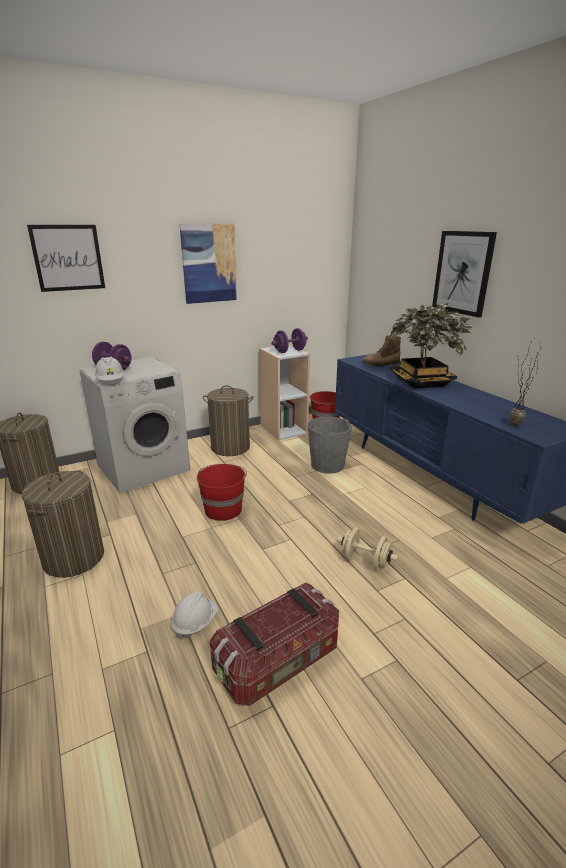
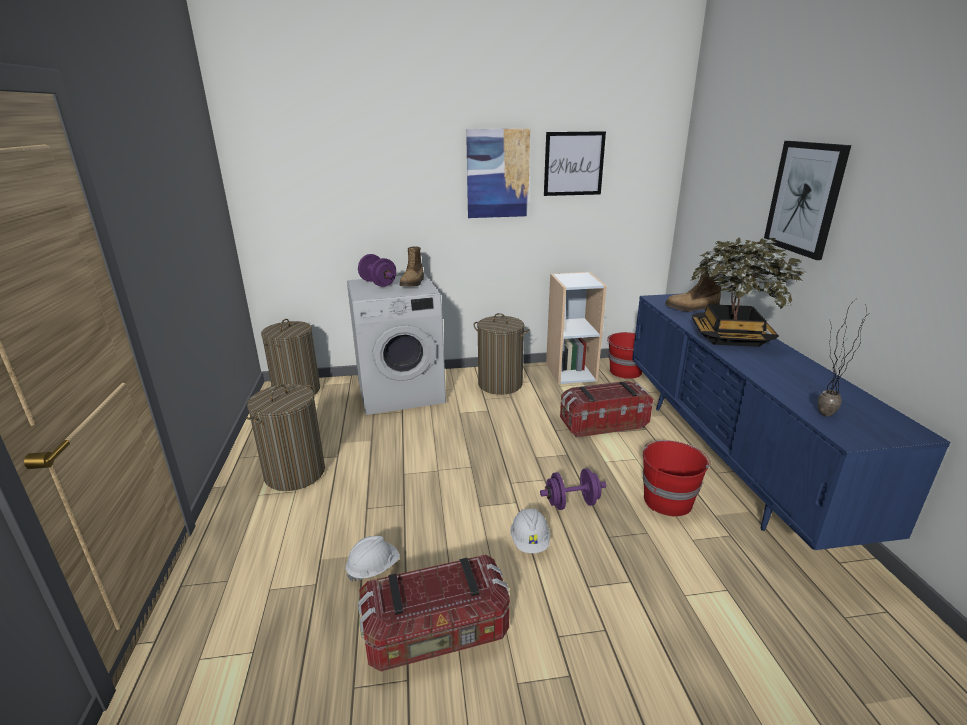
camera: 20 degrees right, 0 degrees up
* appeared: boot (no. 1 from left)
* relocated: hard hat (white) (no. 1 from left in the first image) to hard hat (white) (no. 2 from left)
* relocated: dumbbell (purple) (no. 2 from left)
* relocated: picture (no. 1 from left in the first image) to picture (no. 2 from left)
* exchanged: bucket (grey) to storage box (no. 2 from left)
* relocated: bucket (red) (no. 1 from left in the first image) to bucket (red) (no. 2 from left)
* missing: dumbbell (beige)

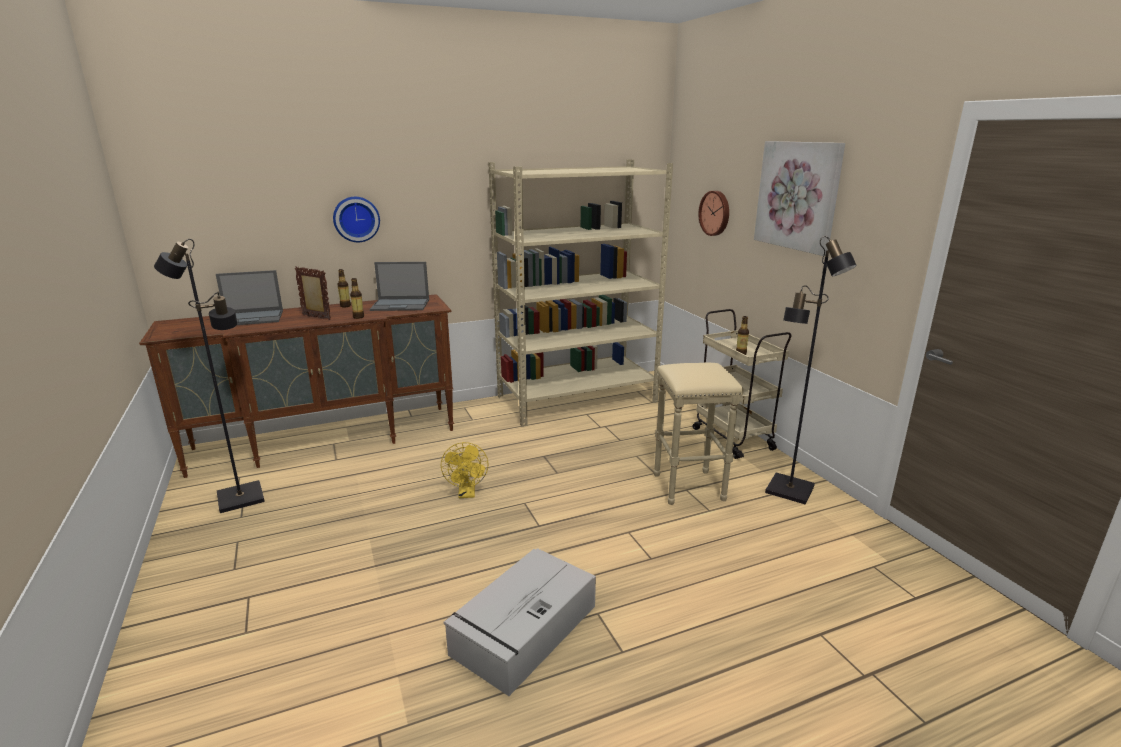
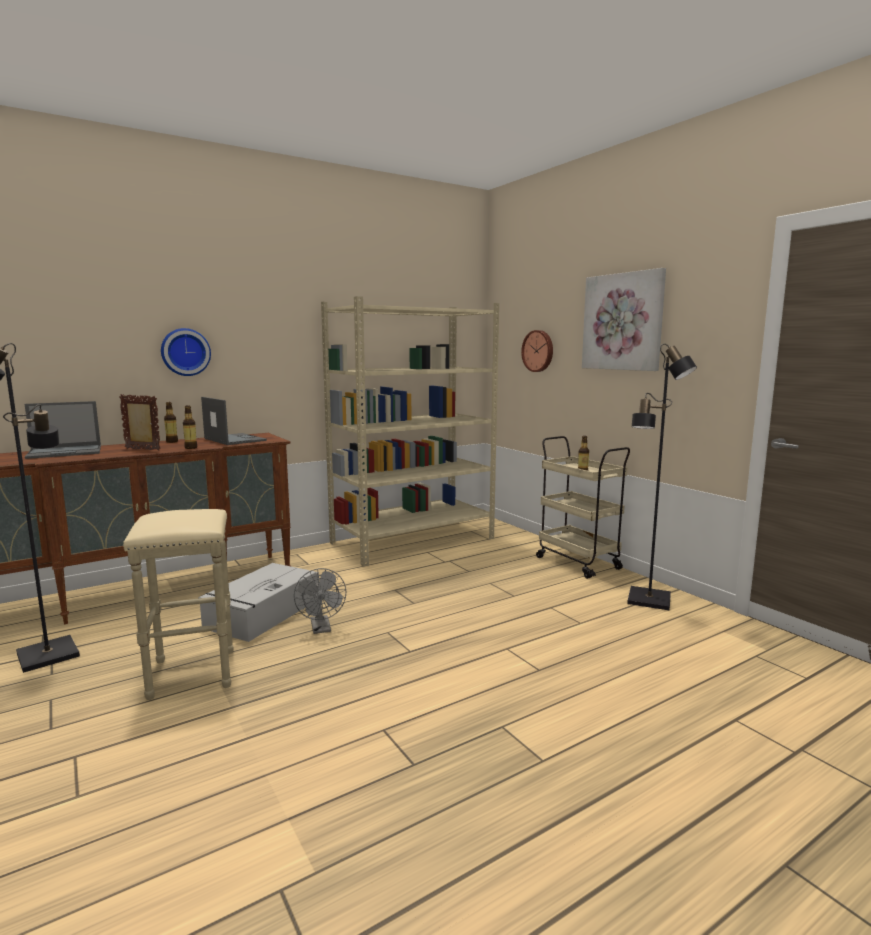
camera: 10 degrees left, 10 degrees down
* relocated: stool (beige)
* relocated: storage box (grey)
* spun: laptop (no. 2 from left) 120 degrees counterclockwise
* colour: fan (yellow) to fan (grey)

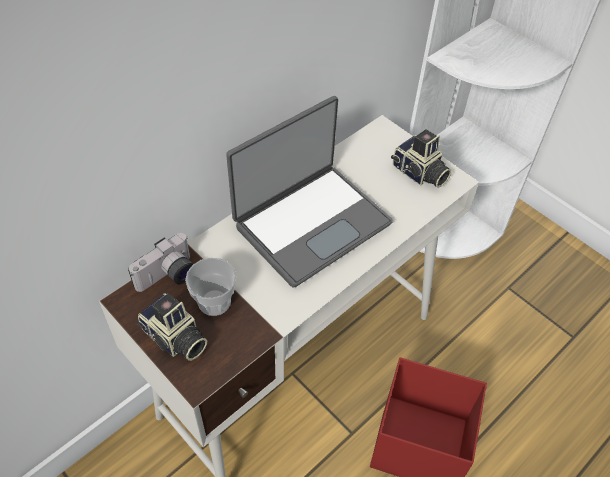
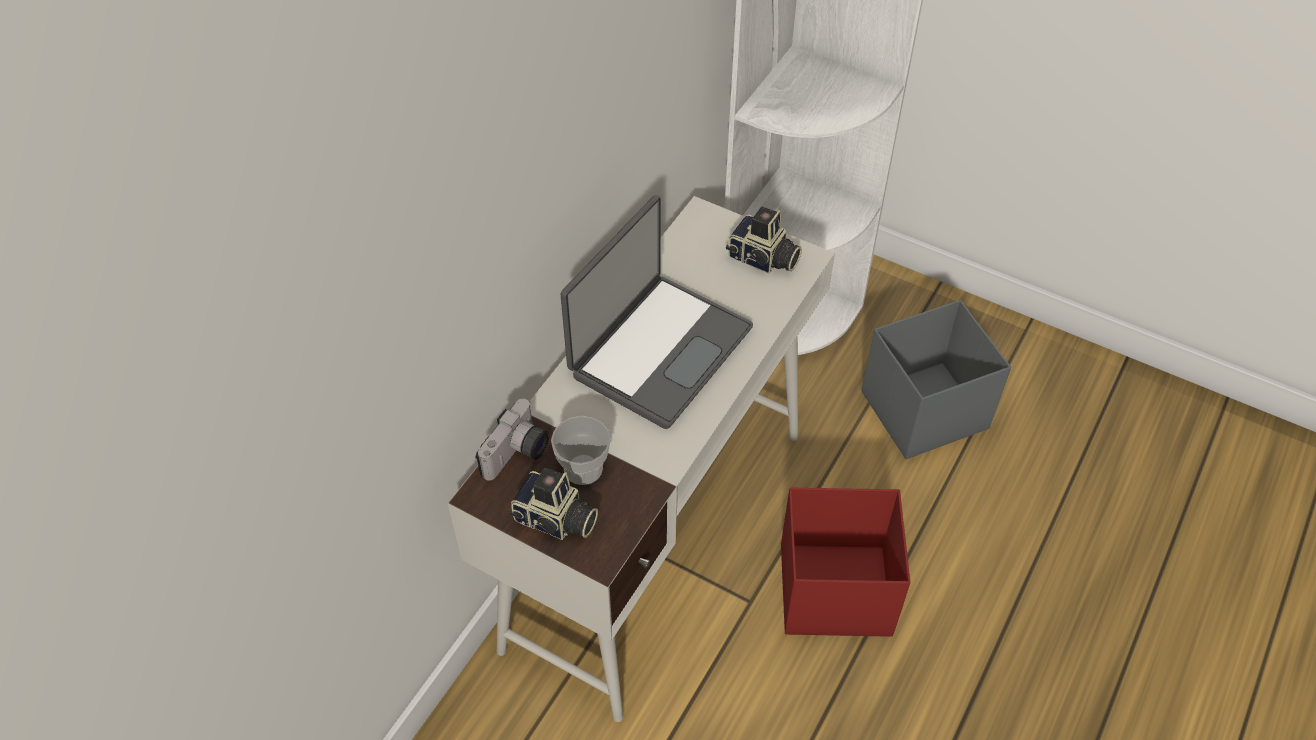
camera: 15 degrees left, 0 degrees up
* appeared: storage box (grey)

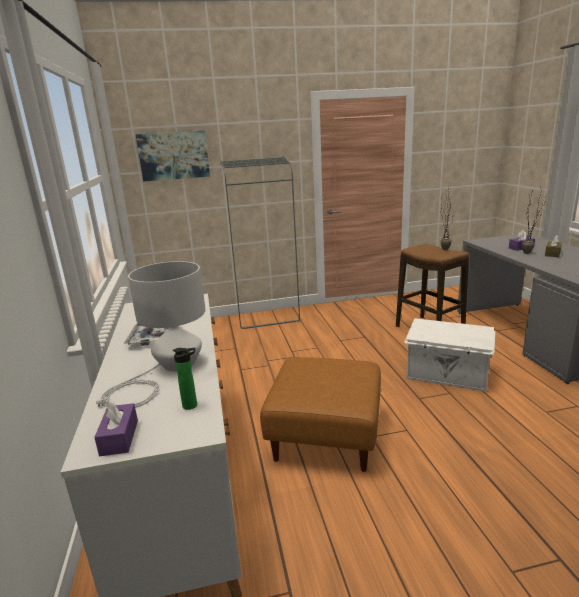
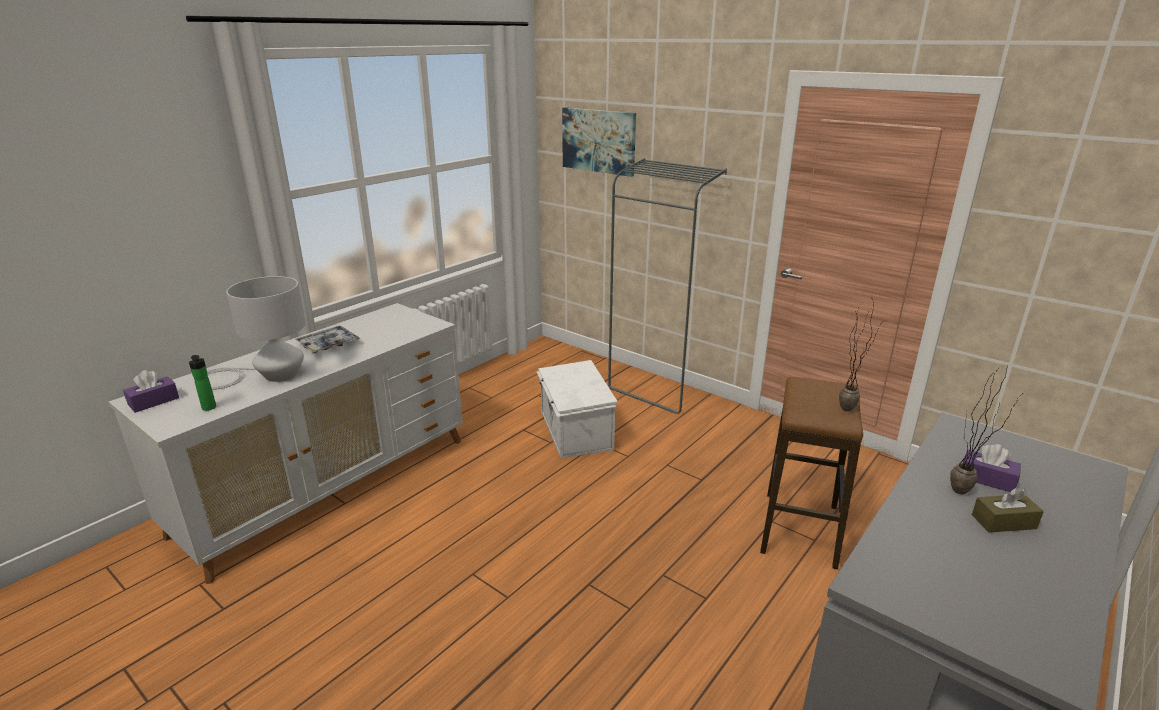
camera: 50 degrees right, 5 degrees up
* relocated: storage box (white)
* missing: ottoman (brown)

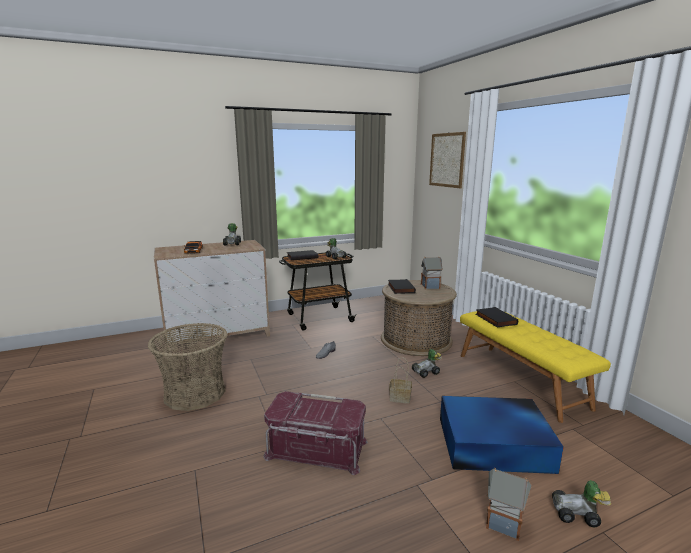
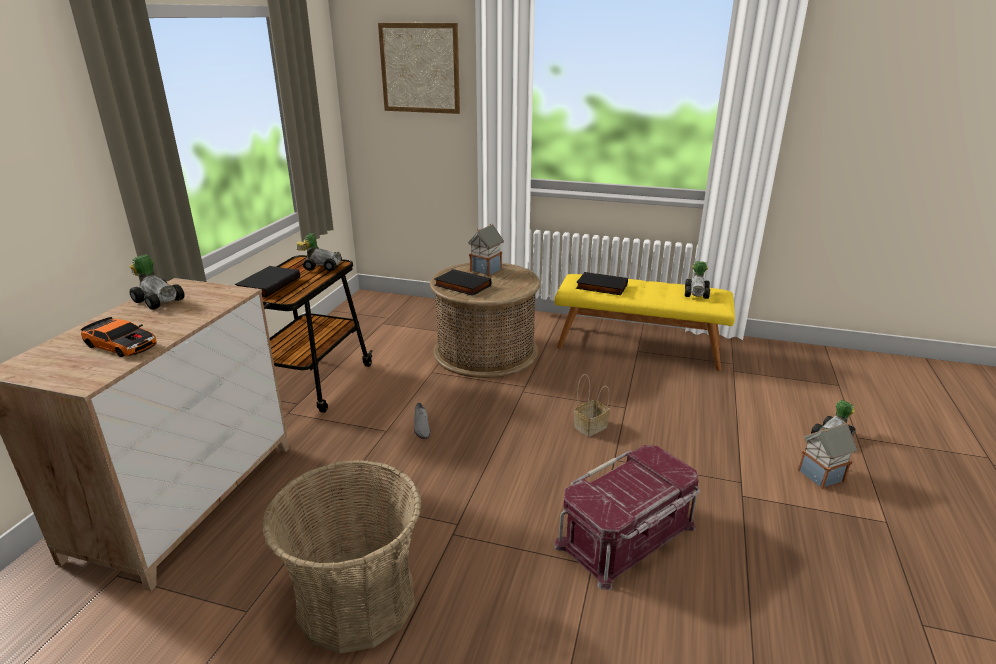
camera: 50 degrees left, 10 degrees up
* relocated: toy car (no. 4 from left)
* missing: storage box (blue)

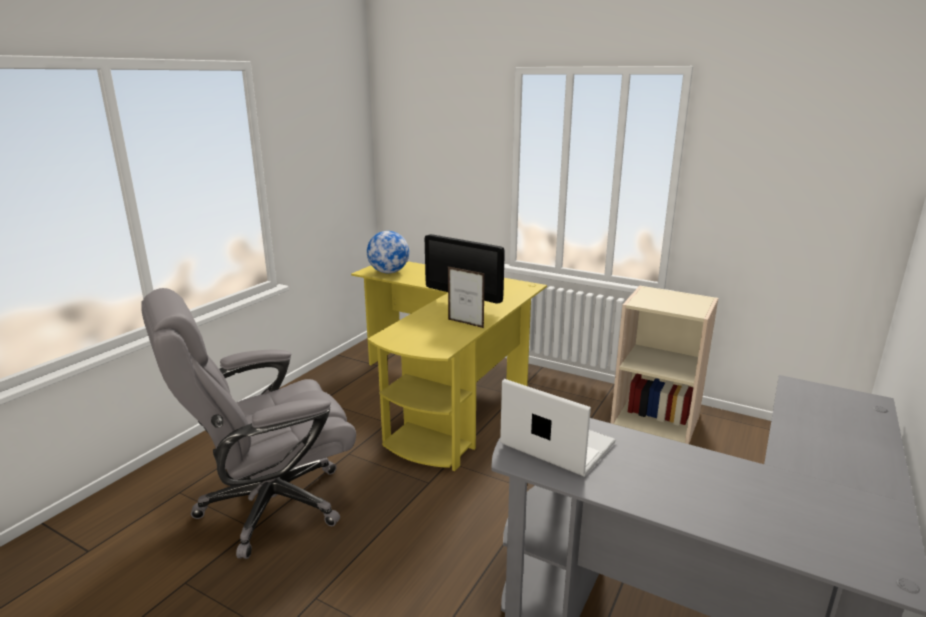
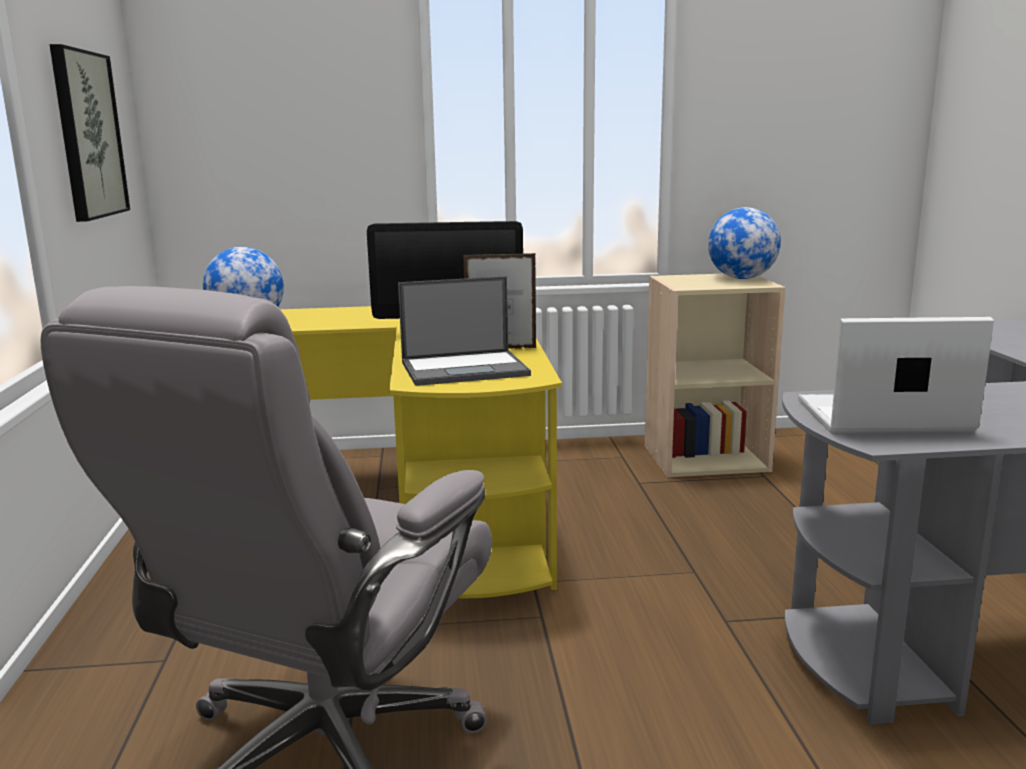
camera: 35 degrees left, 5 degrees down
* appeared: picture
* appeared: laptop (no. 1 from left)
* appeared: globe (no. 2 from left)

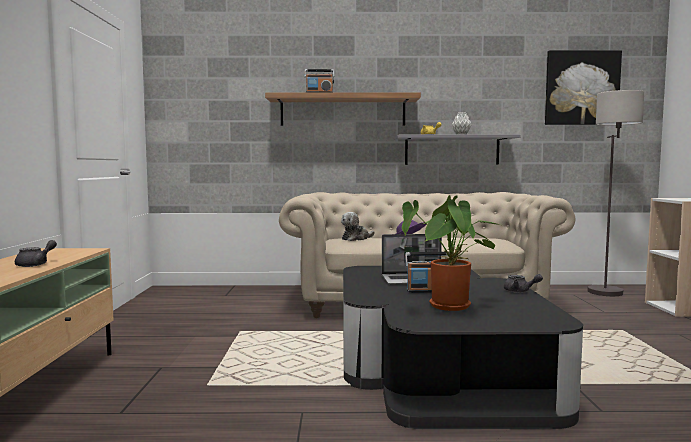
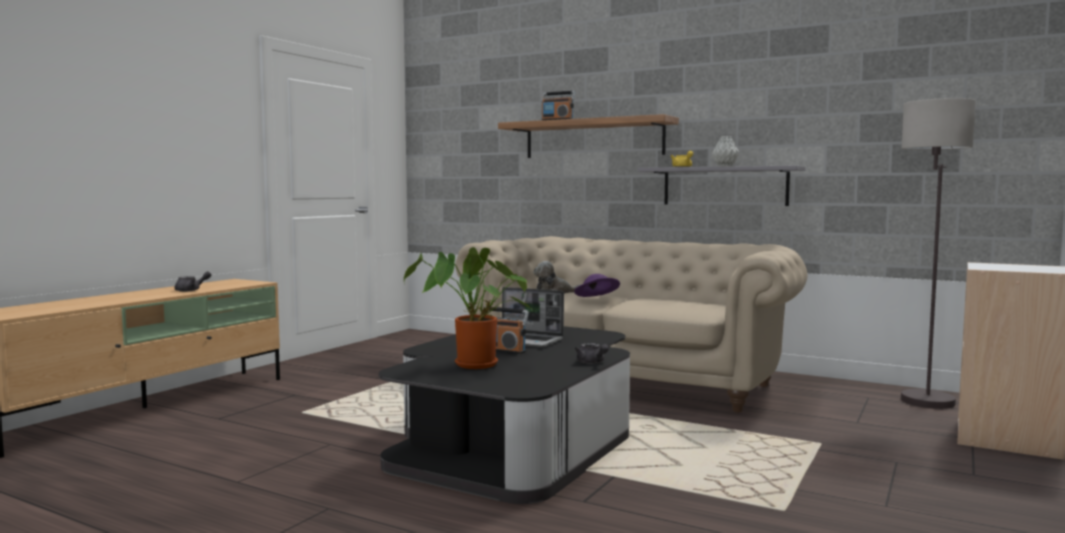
camera: 30 degrees right, 0 degrees up
* missing: picture

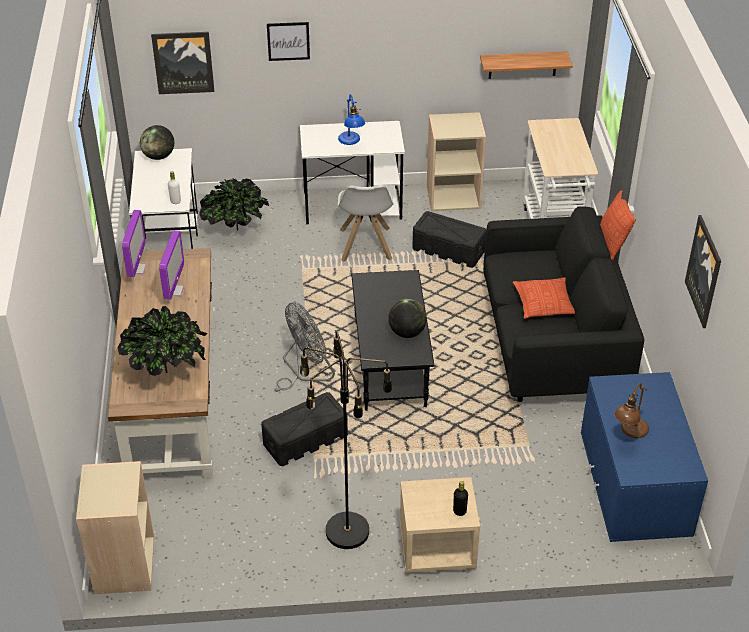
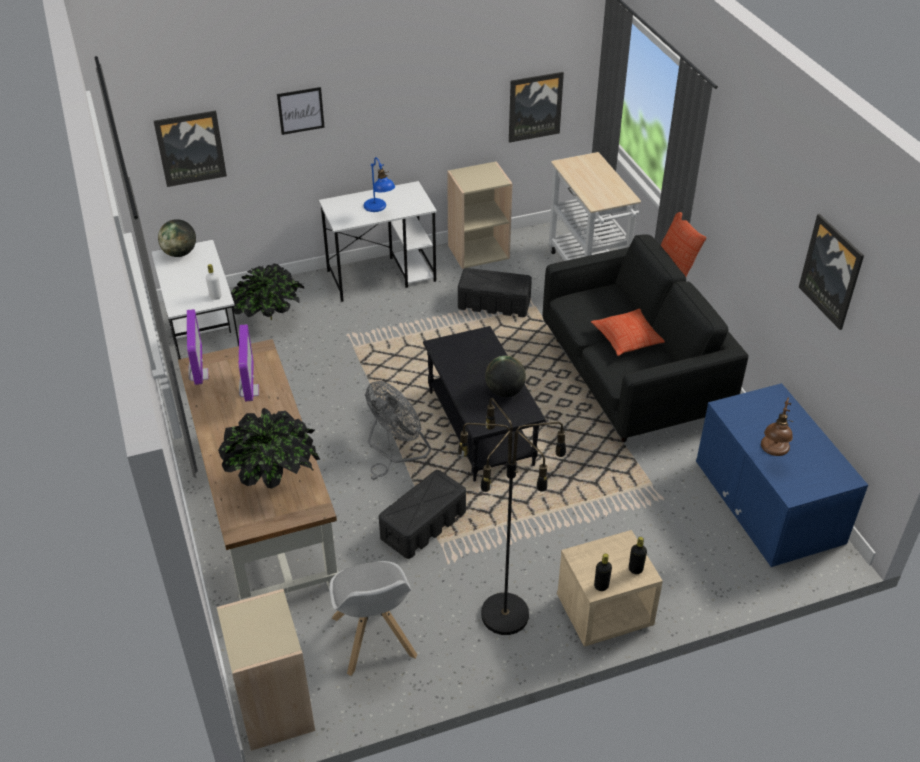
camera: 15 degrees left, 0 degrees up
* relocated: chair
* exchanged: shelf to picture (no. 3 from left)
* appeared: bottle (black) (no. 1 from left)

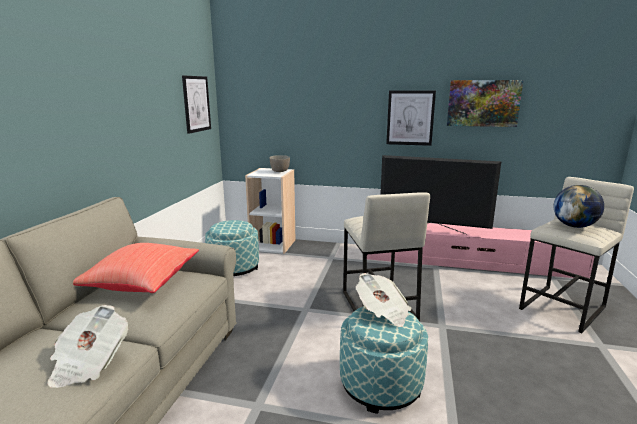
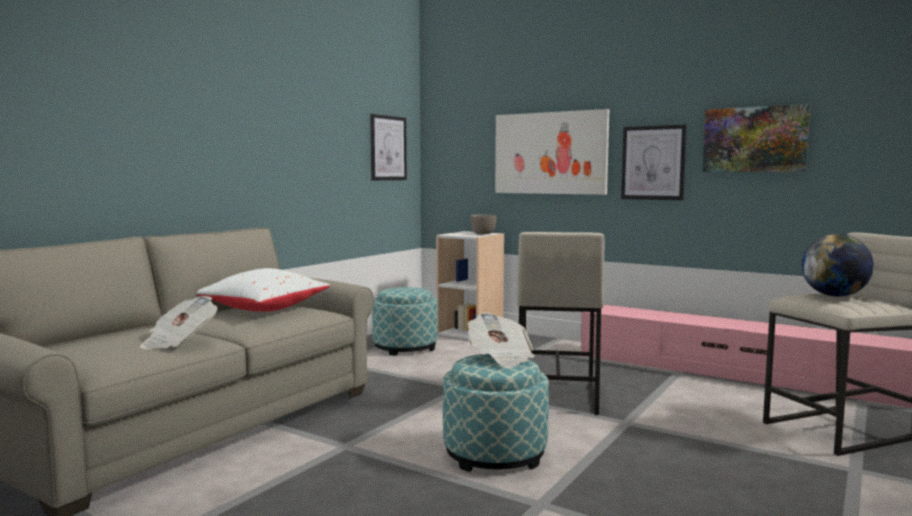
camera: 20 degrees right, 10 degrees down
* colour: pillow (red) to pillow (white)
* appeared: picture (no. 2 from left)
* missing: television

